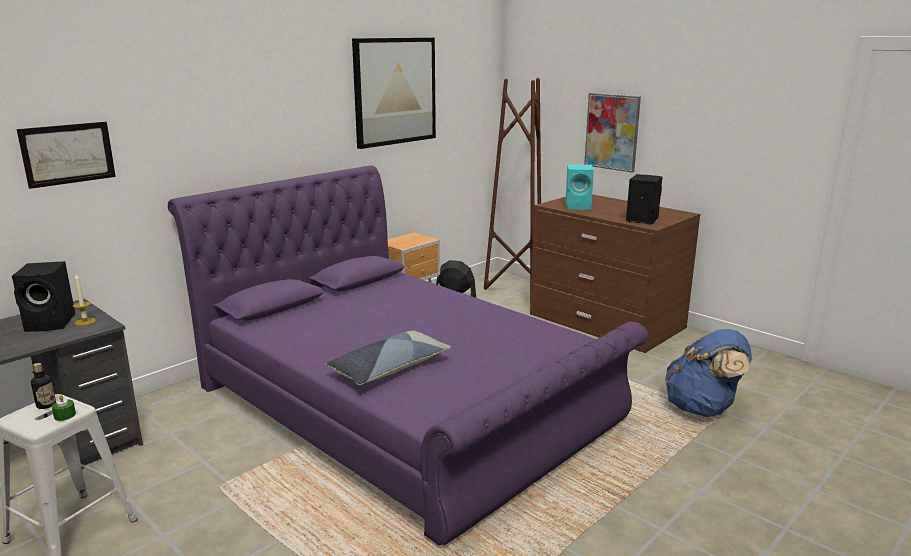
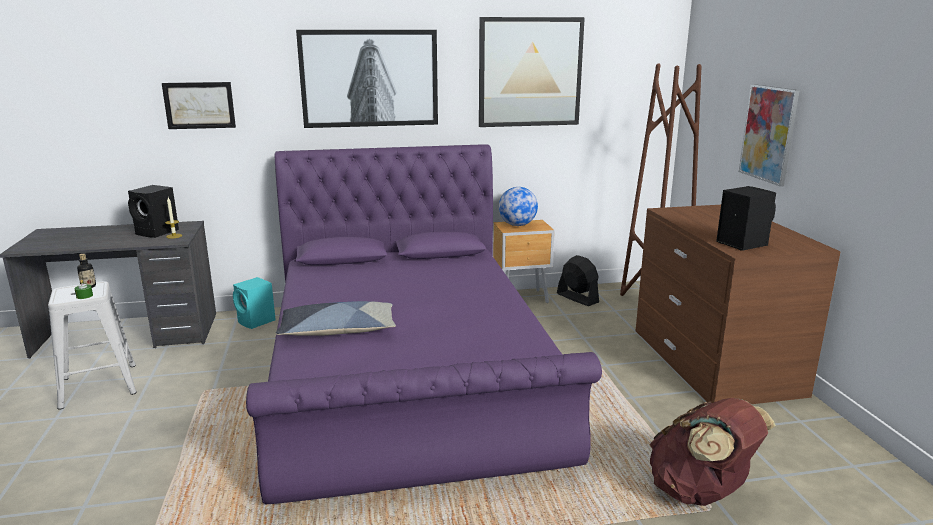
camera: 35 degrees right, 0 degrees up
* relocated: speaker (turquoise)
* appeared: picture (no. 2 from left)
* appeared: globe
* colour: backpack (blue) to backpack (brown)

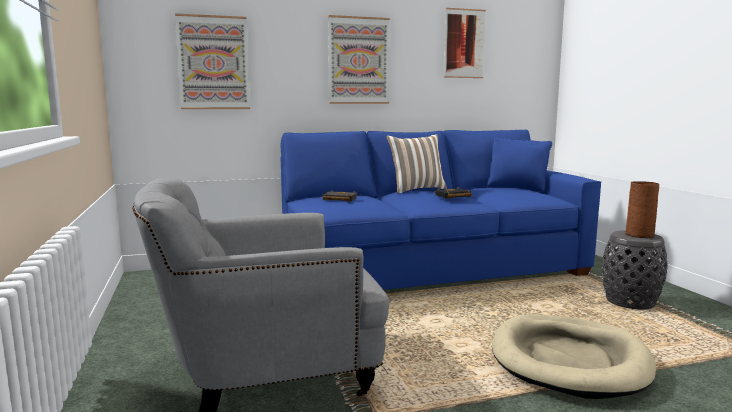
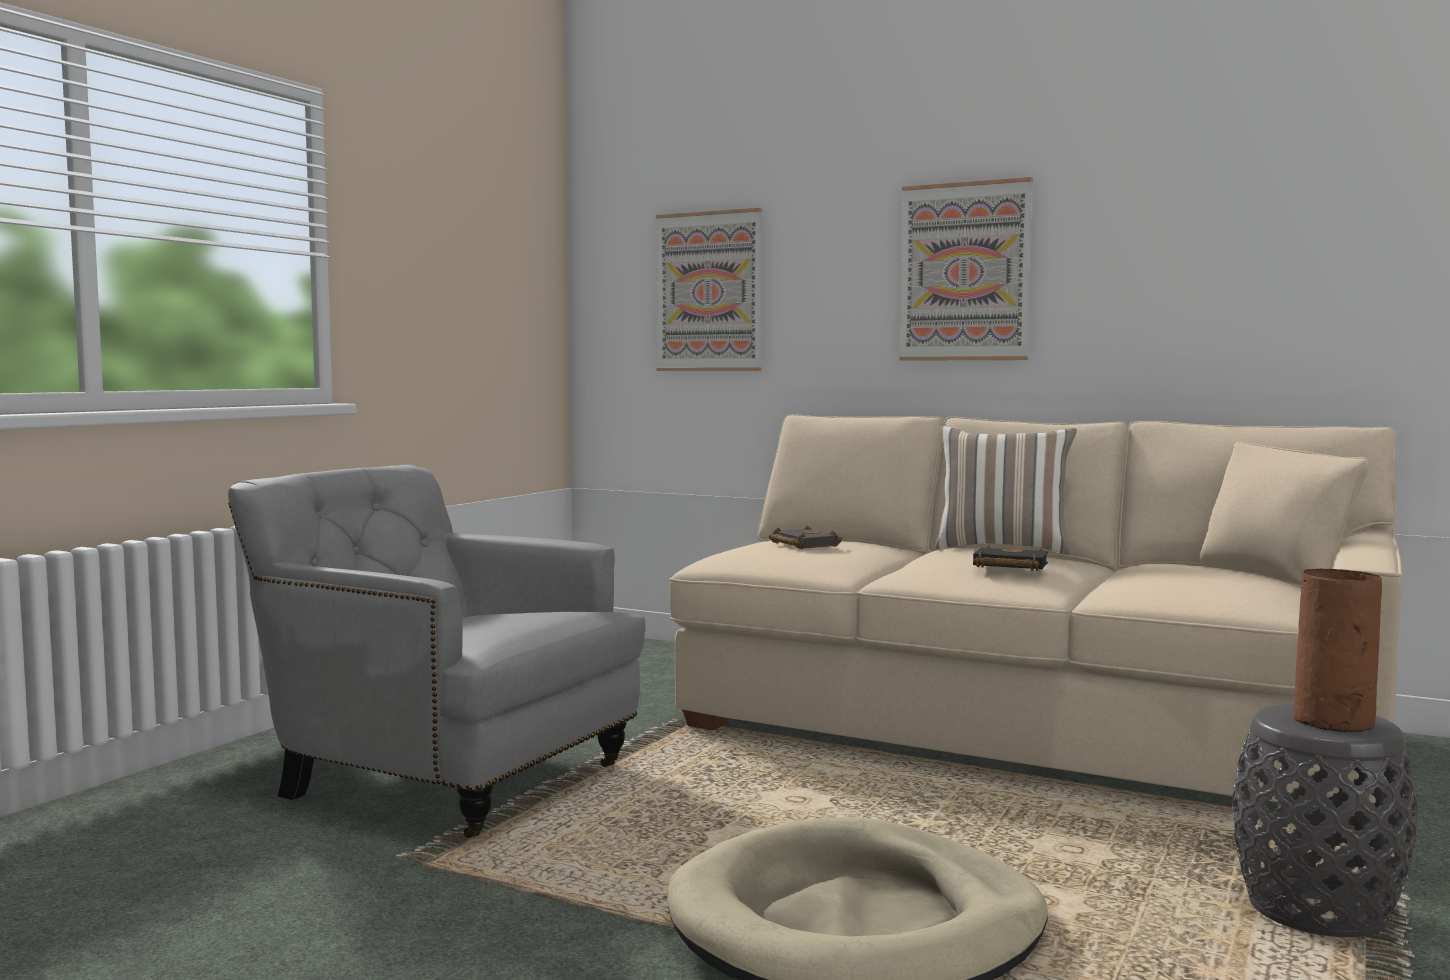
camera: 45 degrees right, 5 degrees down
* colour: sofa (blue) to sofa (beige)
* missing: picture (no. 3 from left)

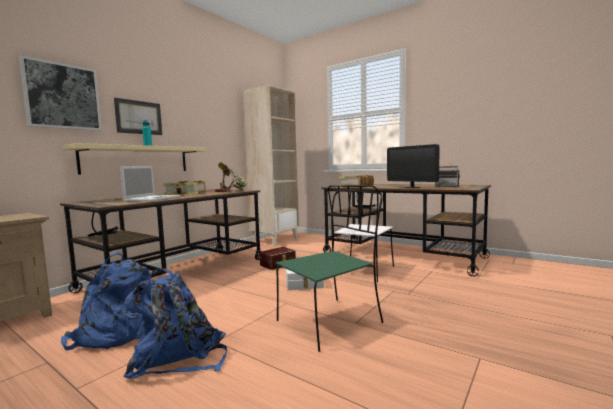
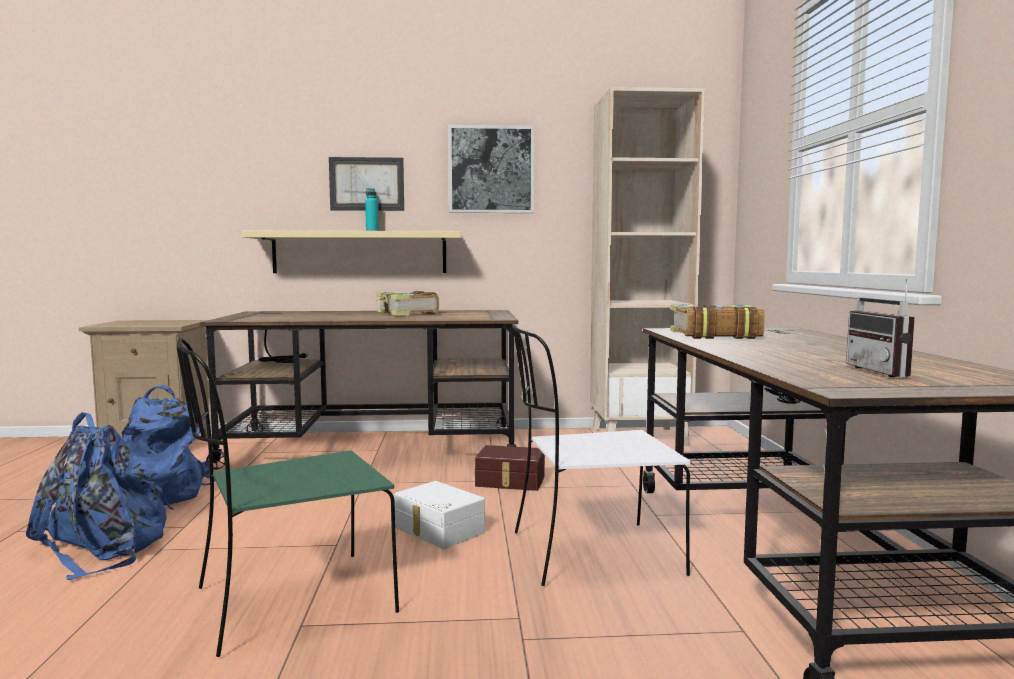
camera: 50 degrees right, 0 degrees up
* spun: chair (green) 135 degrees clockwise
* relocated: picture (no. 1 from left in the first image) to picture (no. 2 from left)
* missing: laptop
* missing: potted plant
* missing: monitor

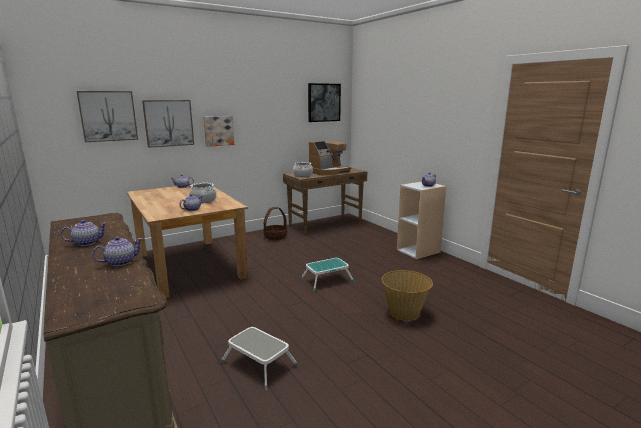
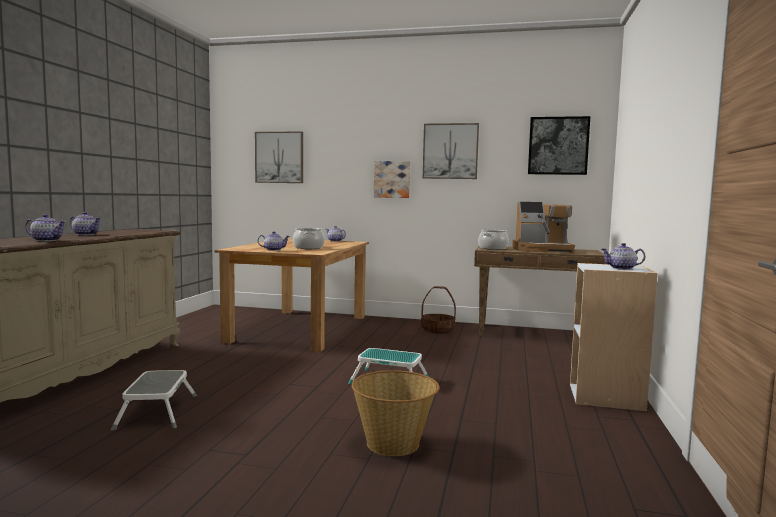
camera: 45 degrees right, 10 degrees down
* relocated: picture (no. 2 from left in the first image) to picture (no. 3 from left)

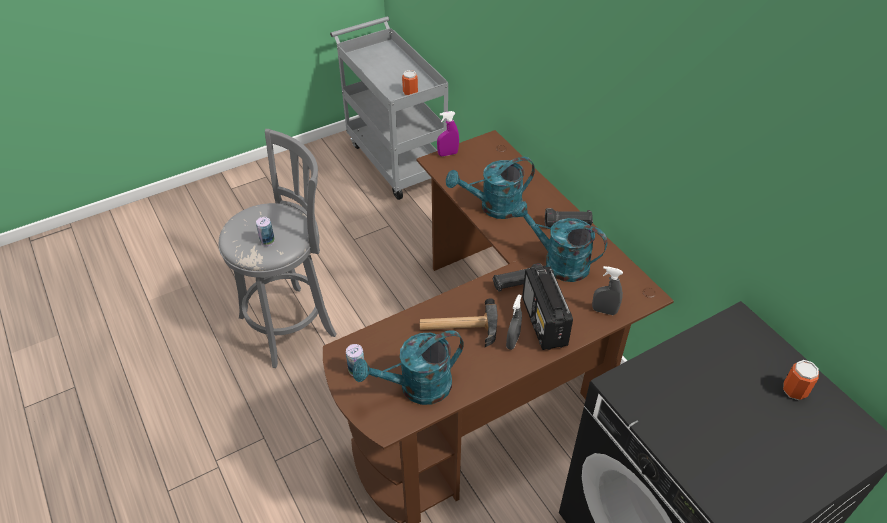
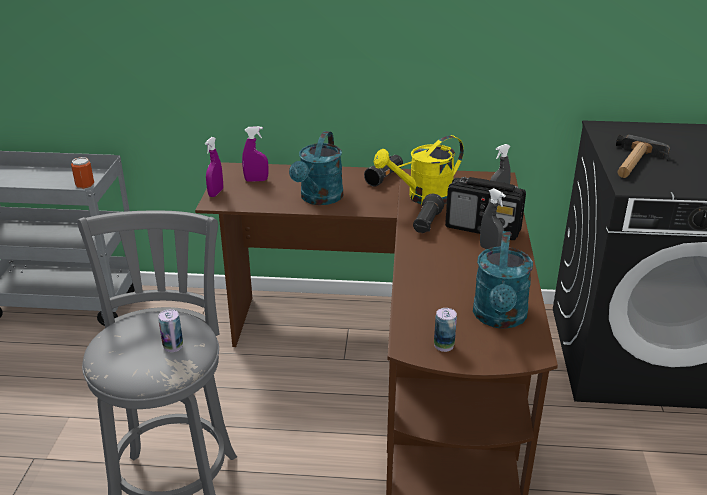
camera: 55 degrees left, 15 degrees down
* appeared: spray bottle (purple) (no. 2 from left)
* colour: watering can (turquoise) (no. 3 from left) to watering can (yellow)
* relocated: hammer
* missing: can (no. 4 from left)

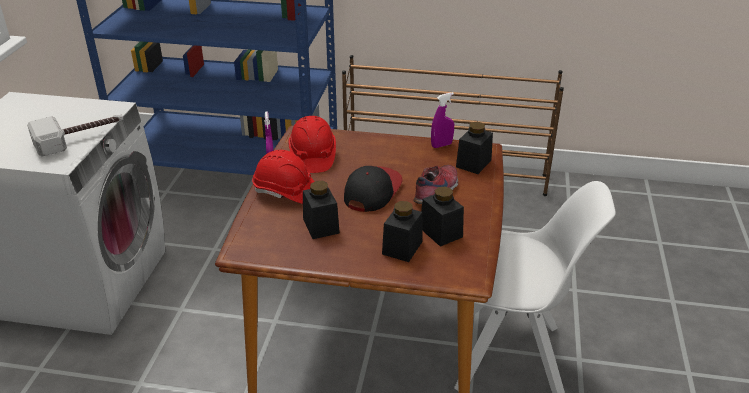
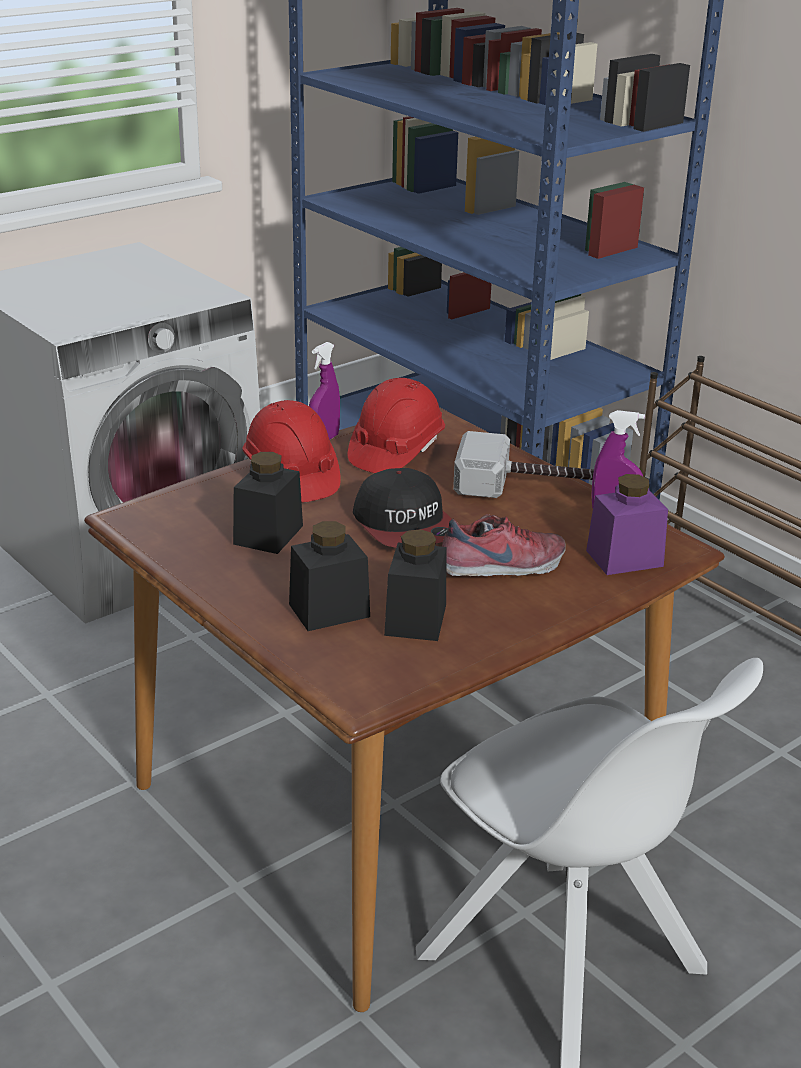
camera: 40 degrees right, 5 degrees down
* spun: cap 90 degrees clockwise
* relocated: hammer
* colour: jar (black) (no. 4 from left) to jar (purple)

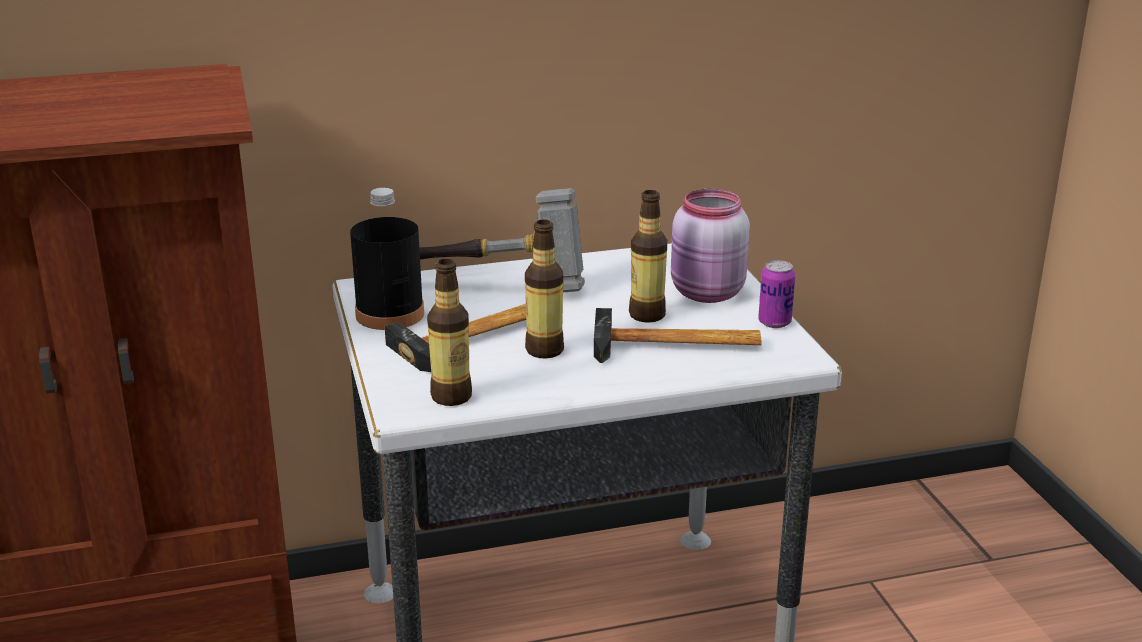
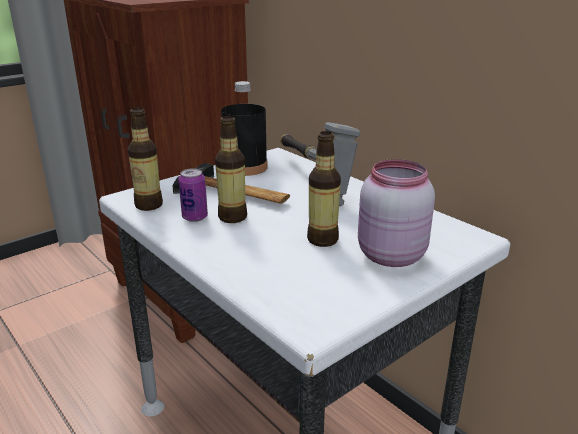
camera: 65 degrees right, 0 degrees up
* relocated: can
* missing: hammer (no. 3 from left)

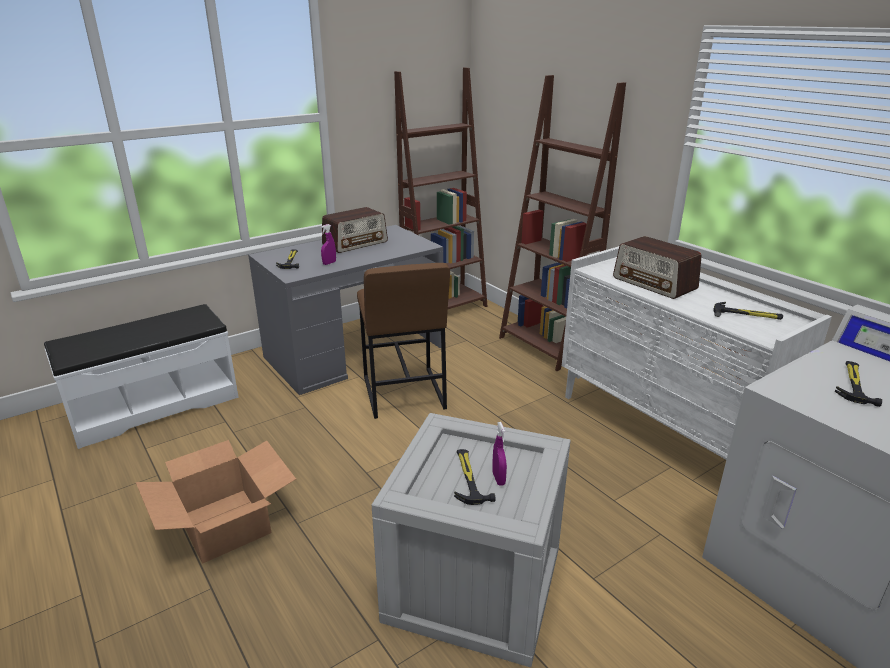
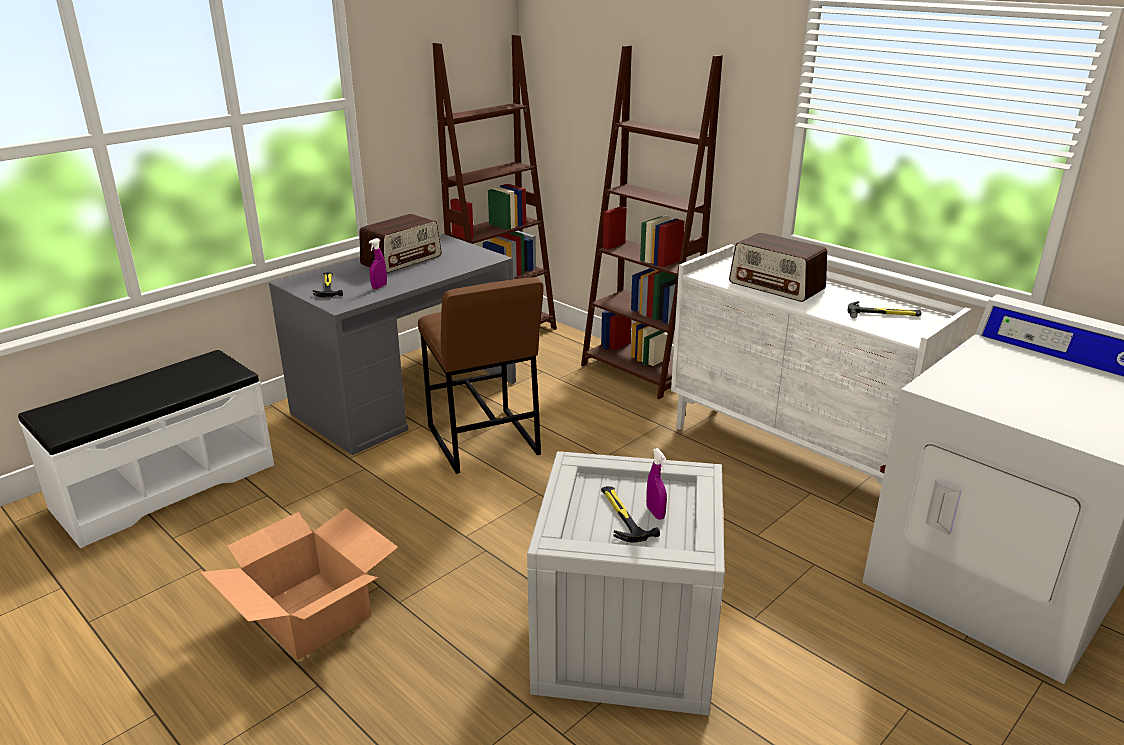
camera: 10 degrees left, 0 degrees up
* missing: hammer (no. 4 from left)

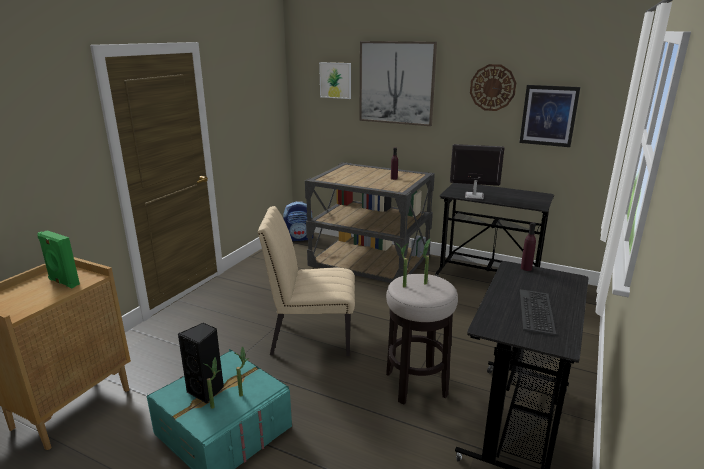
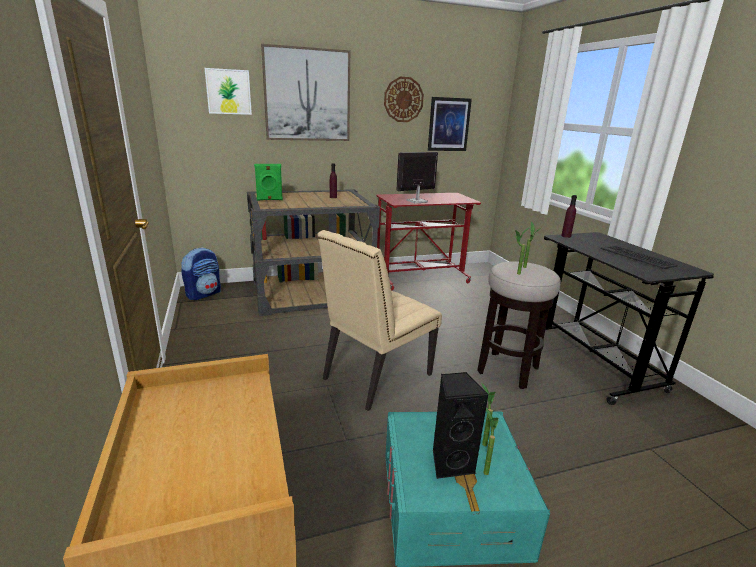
camera: 45 degrees left, 0 degrees up
* relocated: speaker (green)
* colour: desk (black) (no. 1 from left) to desk (red)

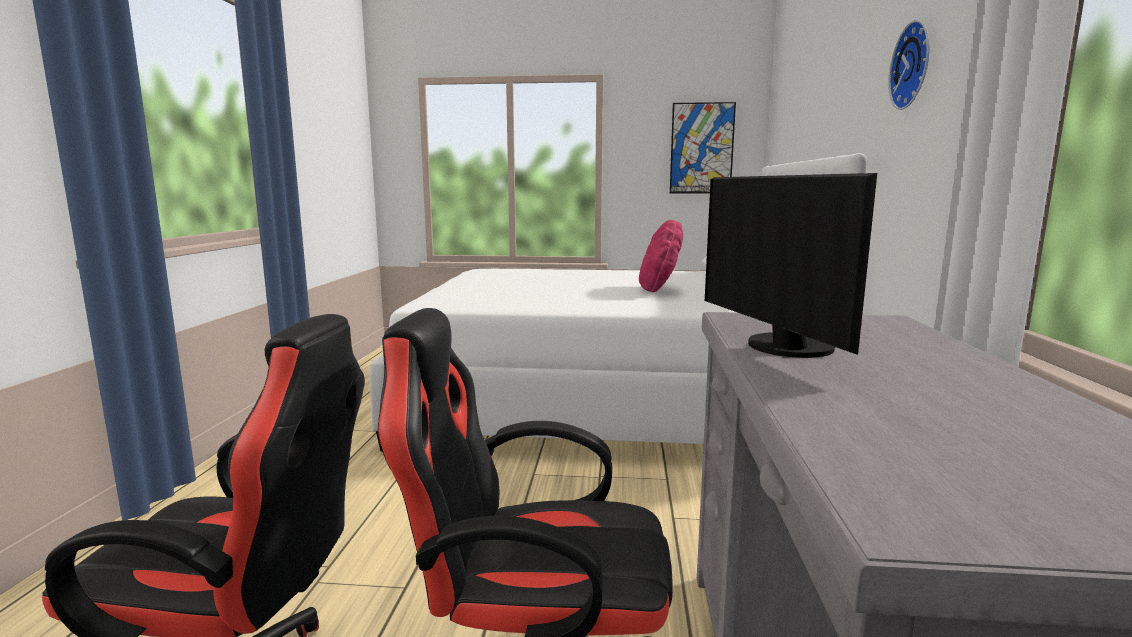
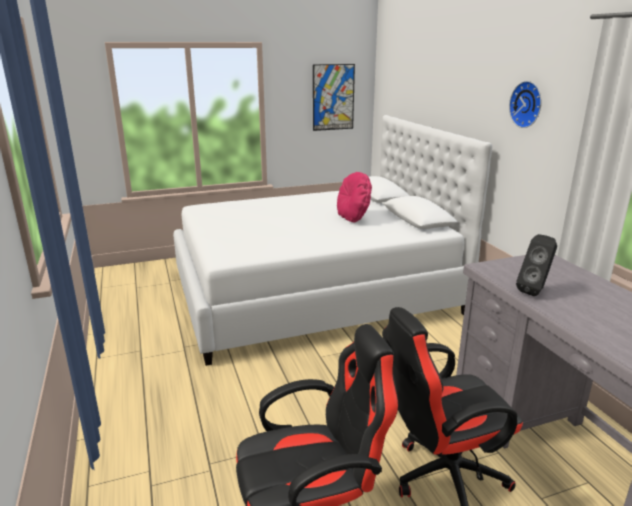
camera: 25 degrees left, 10 degrees up
* exchanged: monitor to speaker (black)

